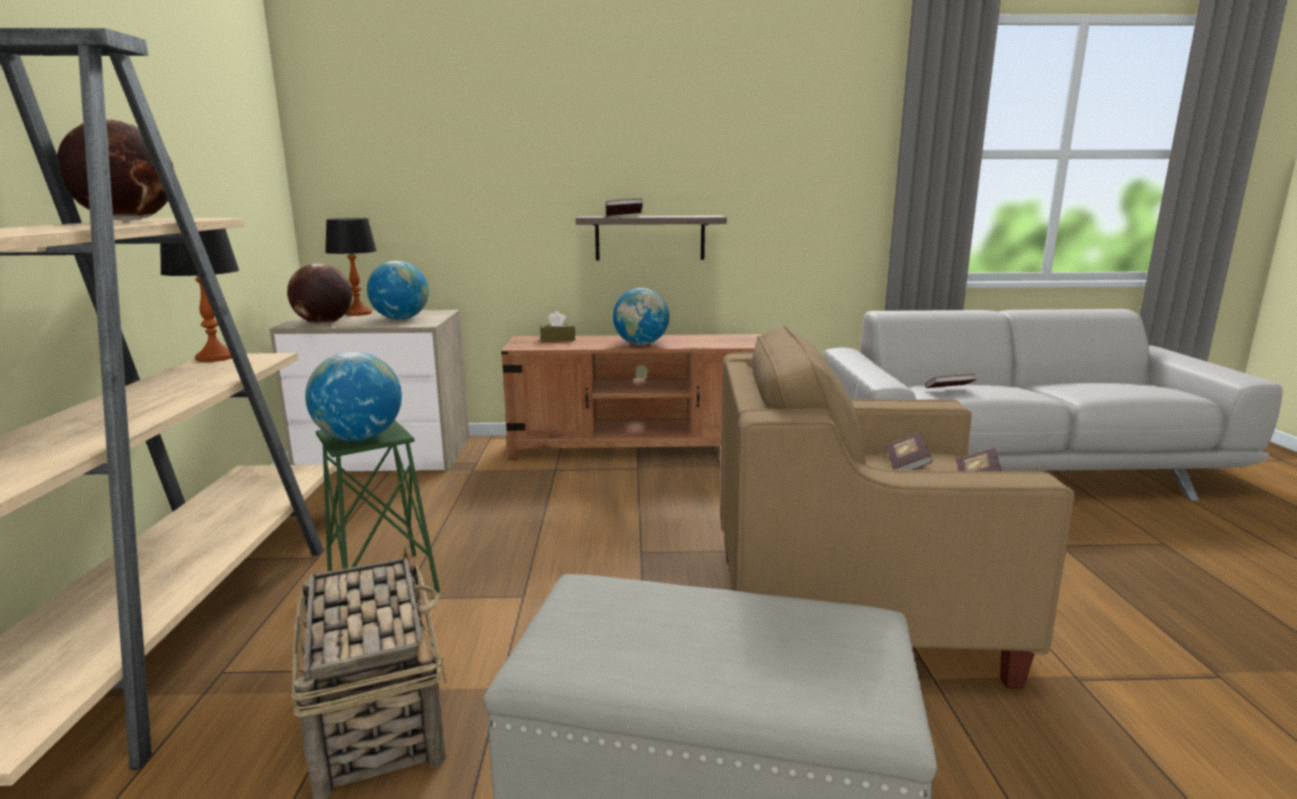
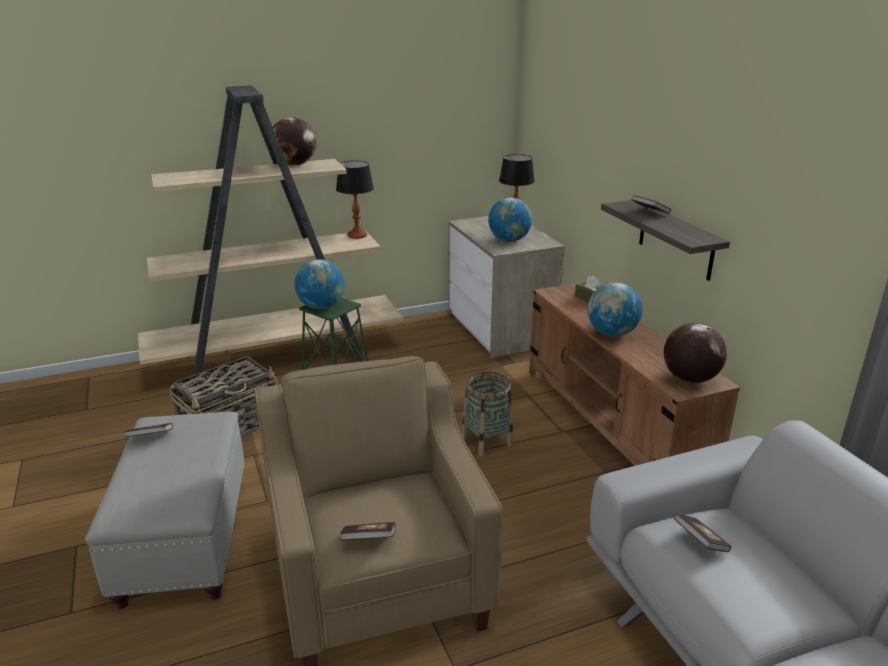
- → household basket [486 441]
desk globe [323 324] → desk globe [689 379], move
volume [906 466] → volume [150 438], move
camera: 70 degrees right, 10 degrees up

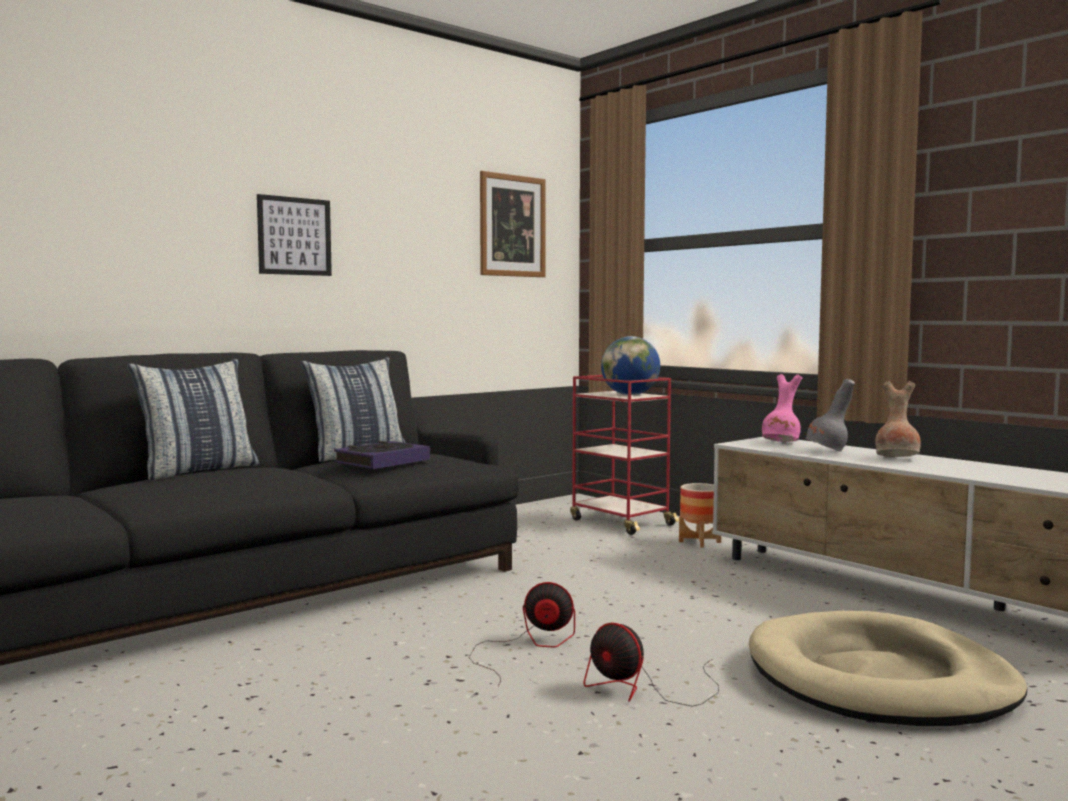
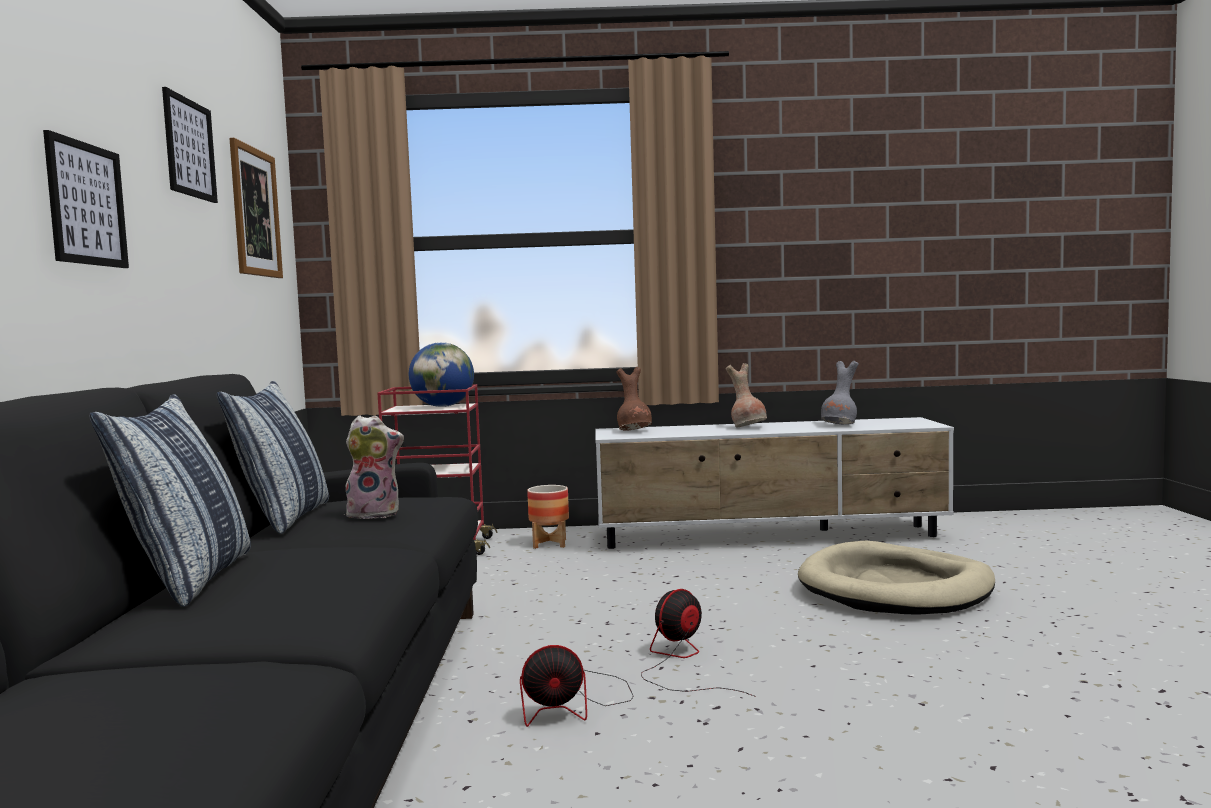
- → wall art [189 148]
cooling fan [646 689] → cooling fan [573 705], move
grey decorative vase [828 451] → grey decorative vase [840 425], move
volume [382 462] → cuddly toy [375 514]
pinkish decorative vase [782 443] → brownish decorative vase [635 431]
camera: 50 degrees left, 0 degrees up

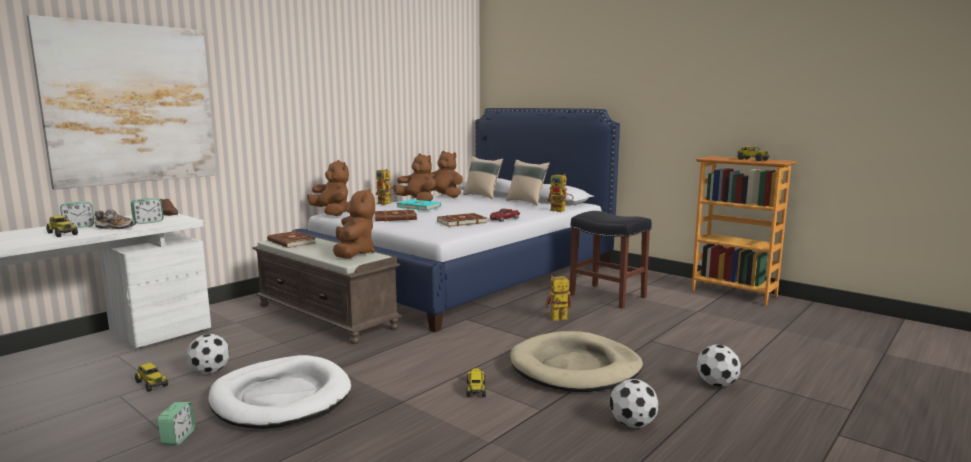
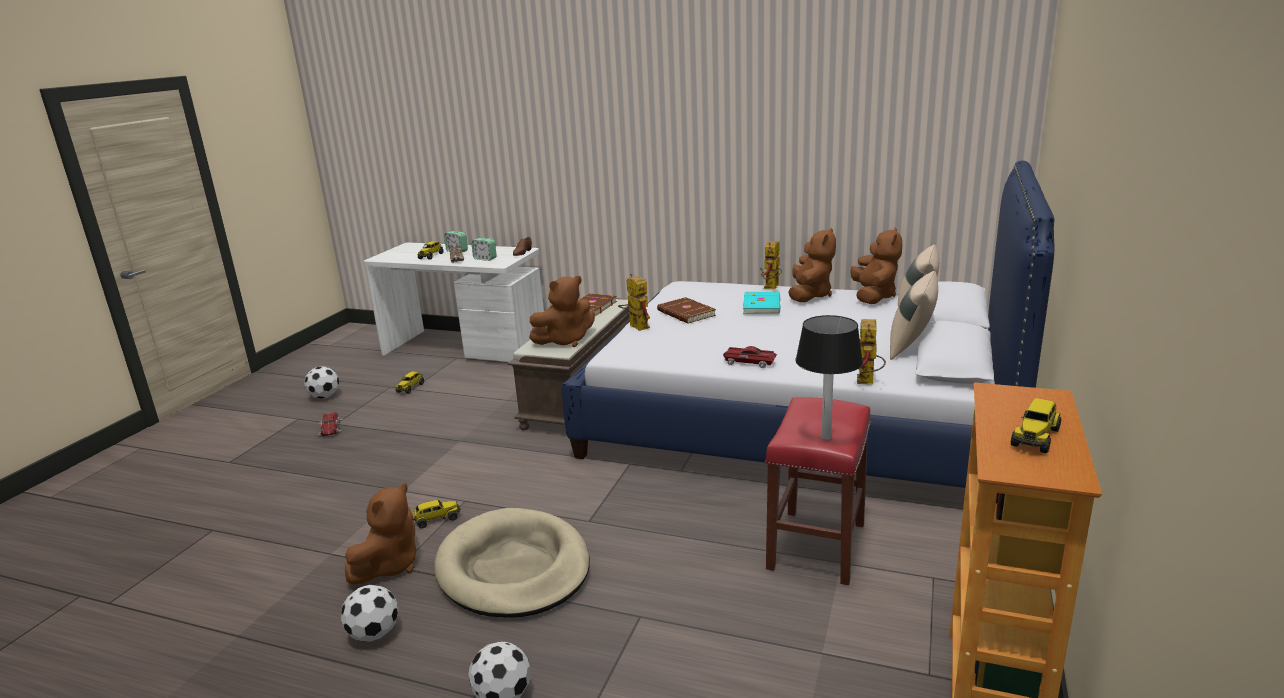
wall art [131 104] → -
whitish dog cushion [281 397] → -
brownish volume [461 222] → -
- → tabletop lamp [825 437]
football [209 371] → football [325 396], move
brownish cuddly toy [332 213] → brownish cuddly toy [389 566], move
model robot [555 319] → model robot [635 326], move
table clock [178 437] → miniature car [331 429]
blackish sitting stool [608 296] → red sitting stool [817 547]
camera: 70 degrees right, 10 degrees up

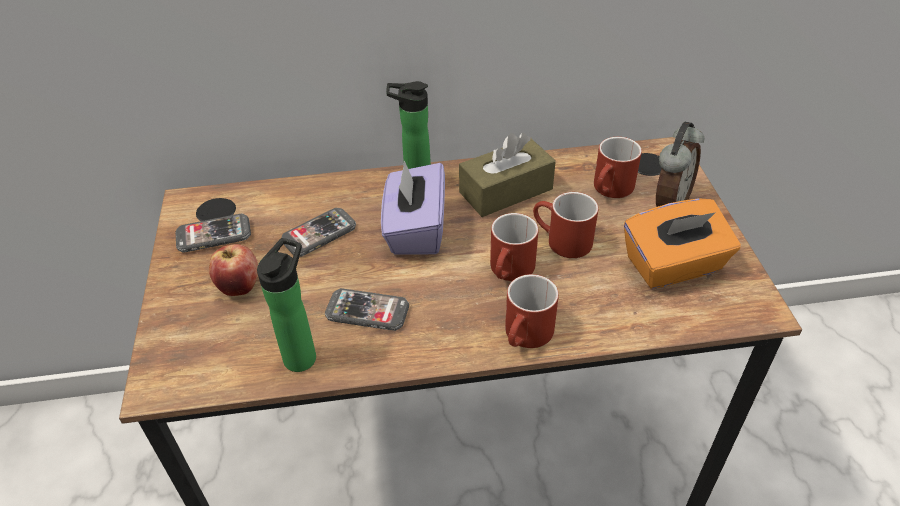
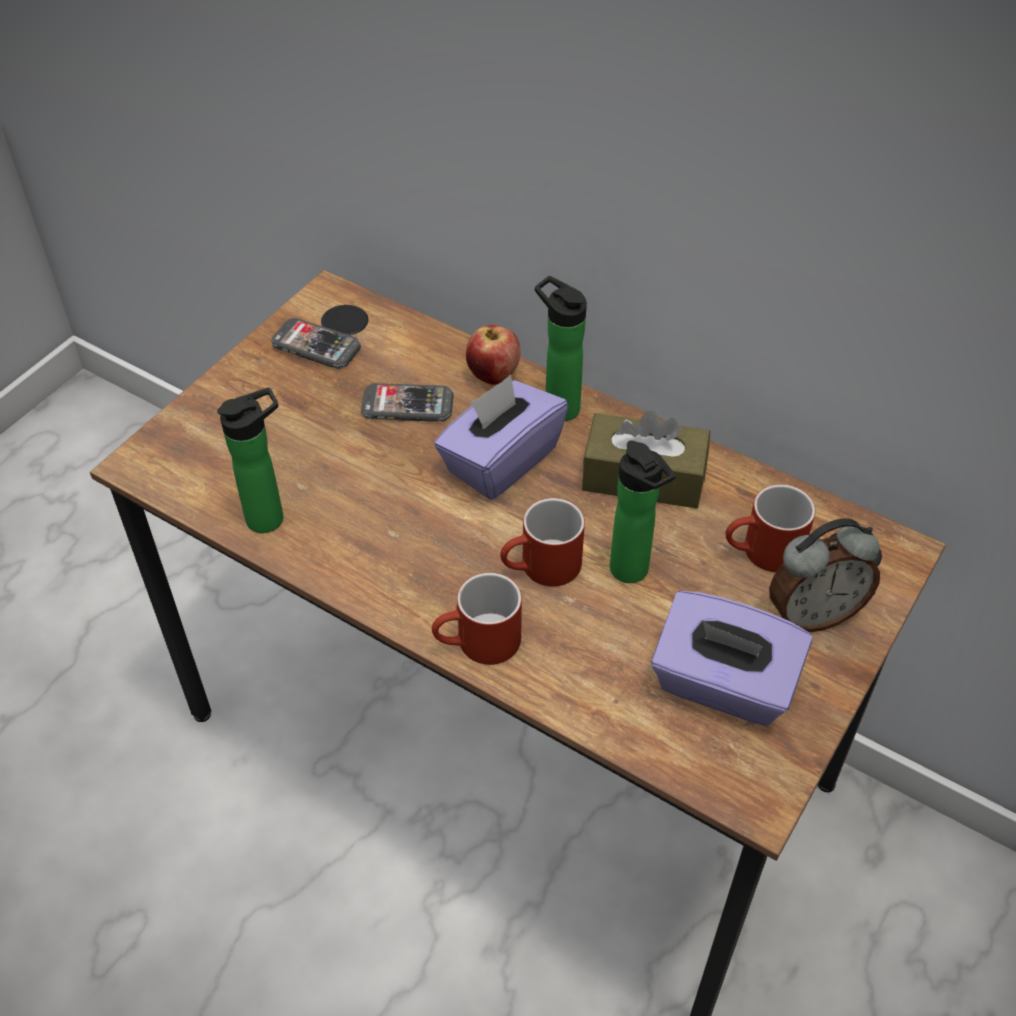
telephone [367 311] → -
whole apple [240 287] → whole apple [493 375], move
red tea mug [561 241] → beverage bottle [633 573]
orange-coloured box of tissues [674 266] → purple-coloured box of tissues [722 685]
camera: 40 degrees right, 5 degrees up

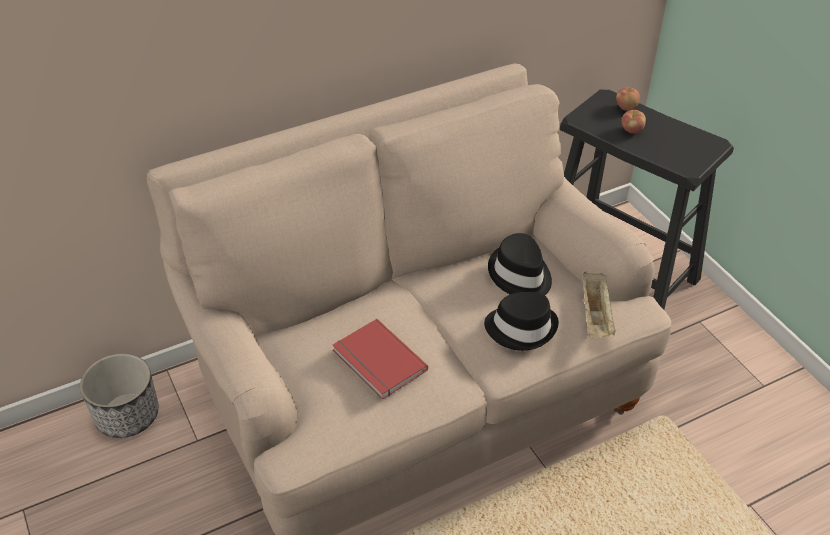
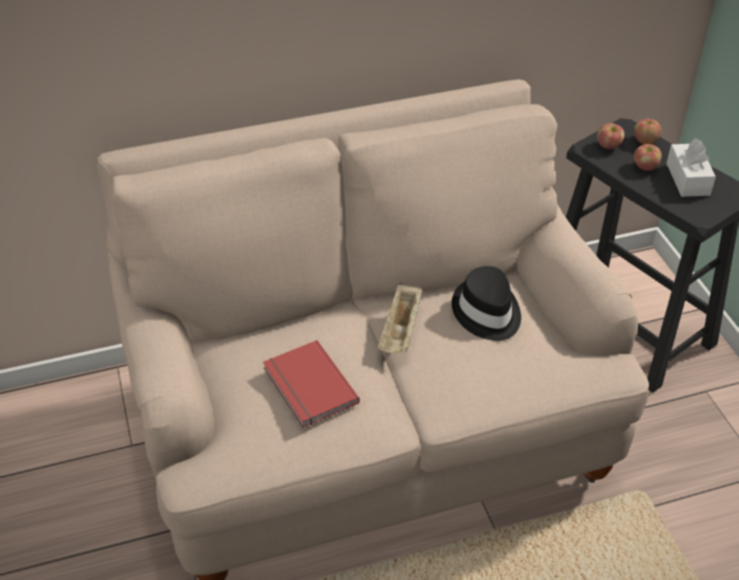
planter [127 415] → -
blackish clothing hat [521 327] → -
- → whole apple [608 146]
- → whitish box of tissues [687 179]
sand-coloured carrying tray [596 316] → sand-coloured carrying tray [401 331], move
camera: 10 degrees right, 0 degrees up

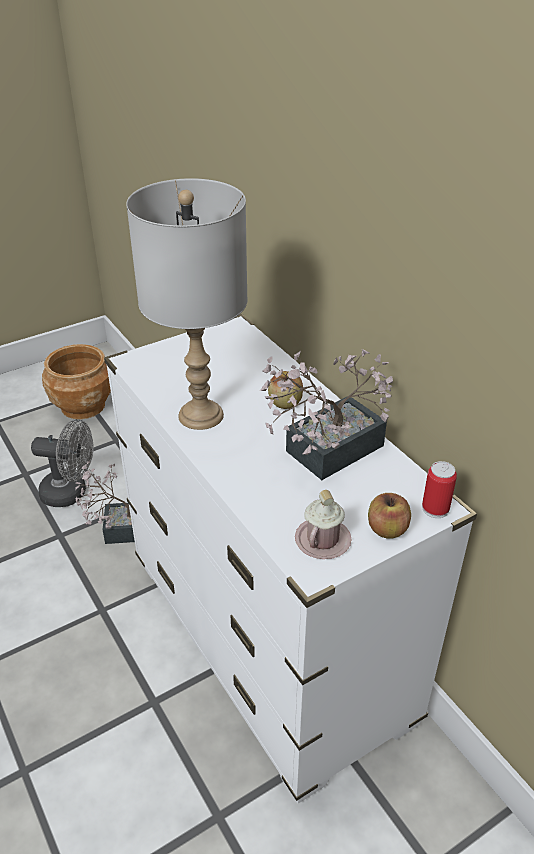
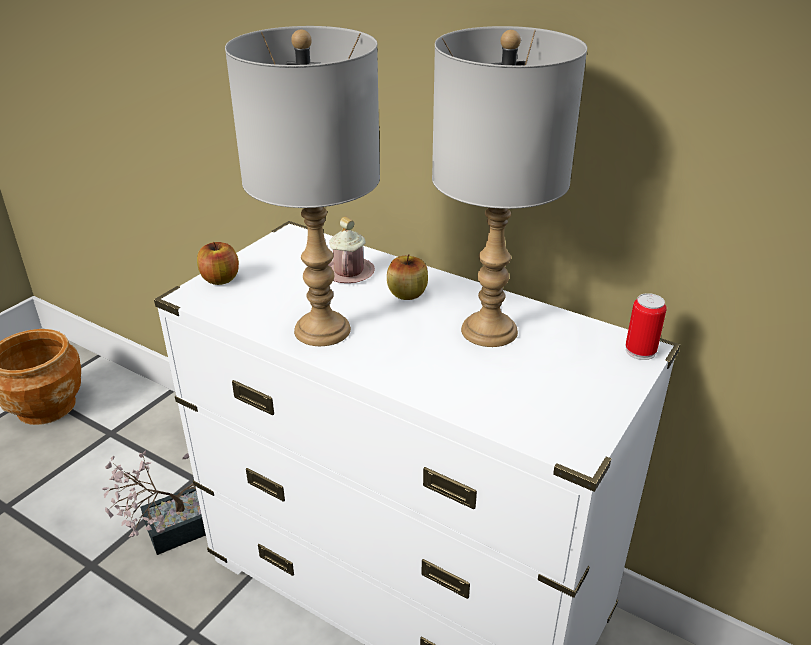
grey cooling fan [71 493] → -
pinkish tea mug [322 540] → pinkish tea mug [348 272], move
whole apple [387 529] → whole apple [220 279], move
potted plant [325 452] → grey tabletop lamp [488 330]
camera: 25 degrees left, 5 degrees down

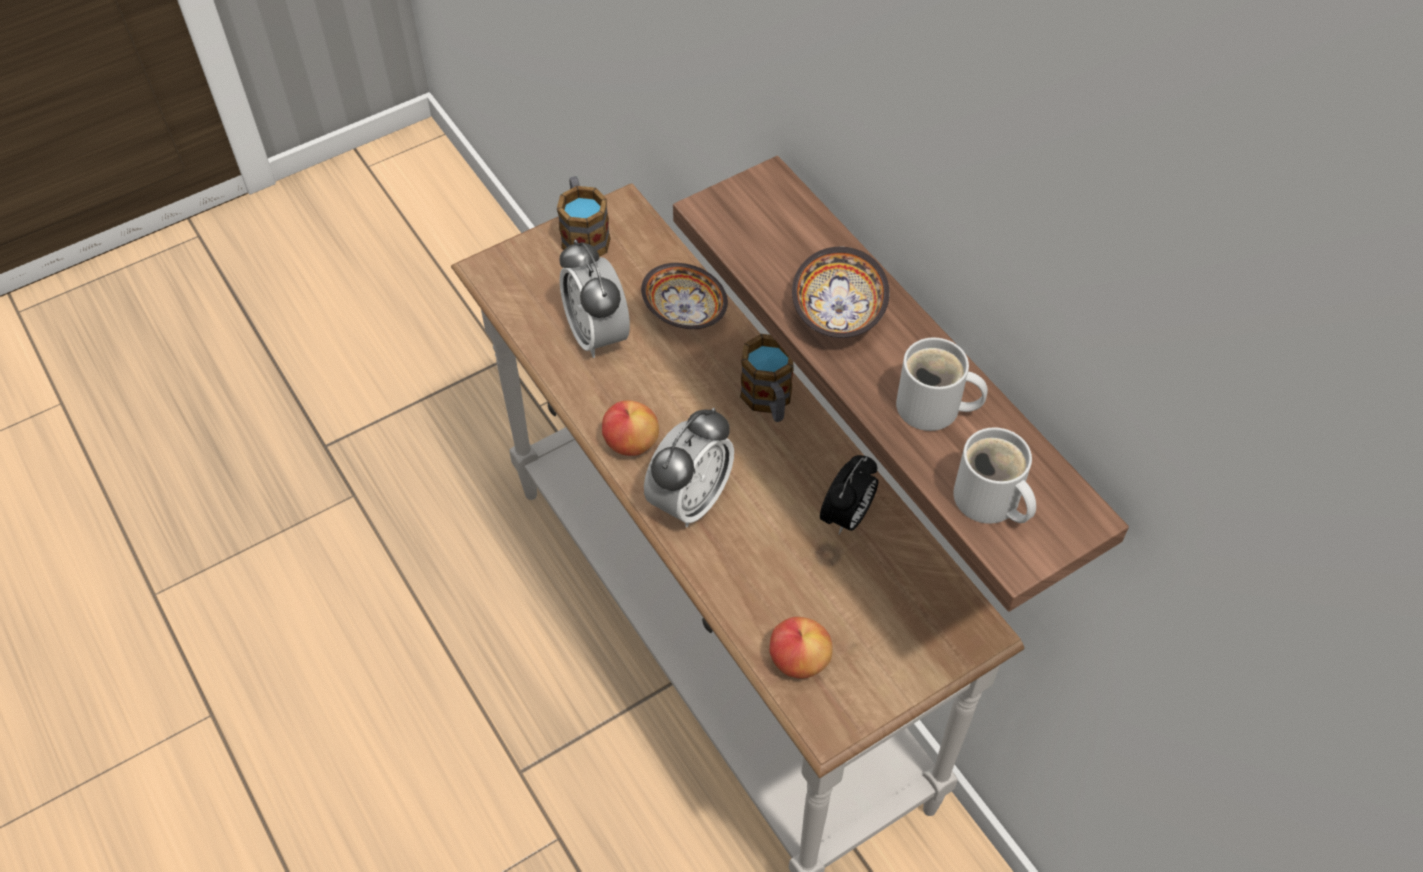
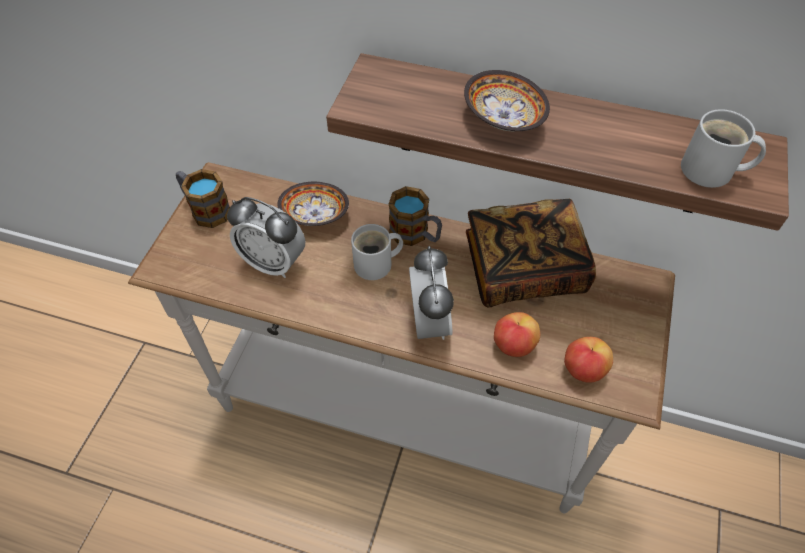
whole apple [630 443] → whole apple [513 345], move
whitish tea mug [933 409] → whitish tea mug [377 264], move
table clock [847 517] → volume [523 269]
camera: 40 degrees left, 0 degrees up

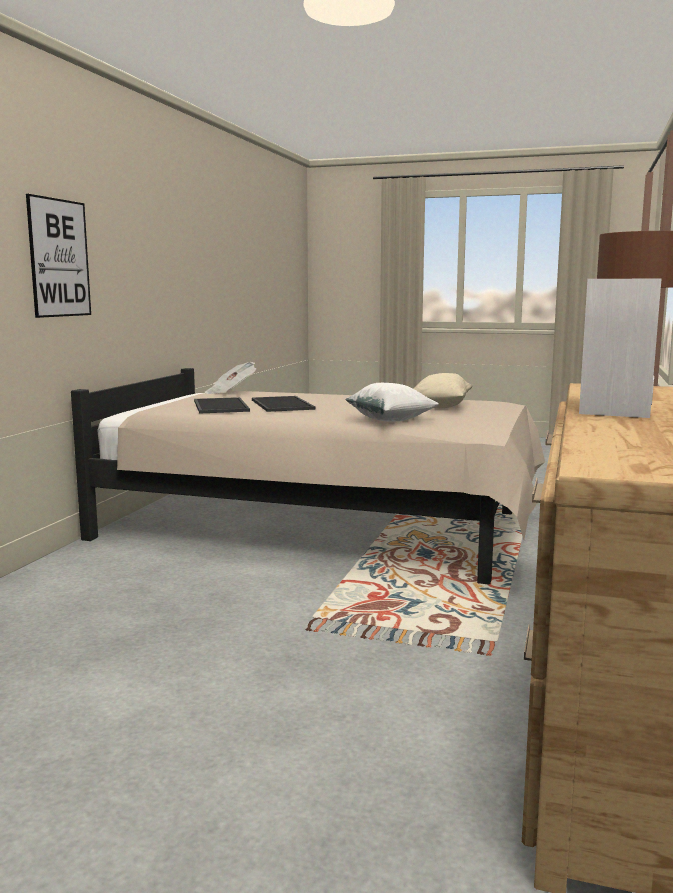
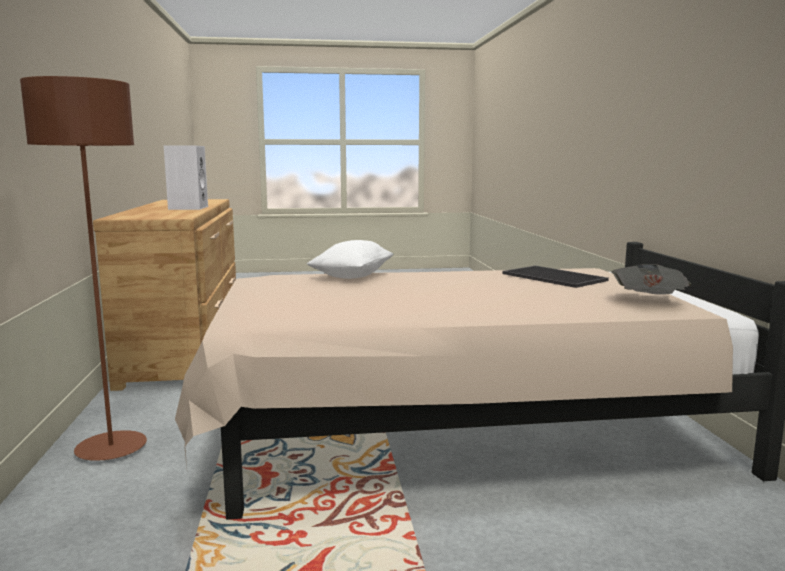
wall art [59 258] → -
carrying tray [283 404] → -
sand-coloured pillow [439 407] → -
camera: 155 degrees right, 0 degrees up

